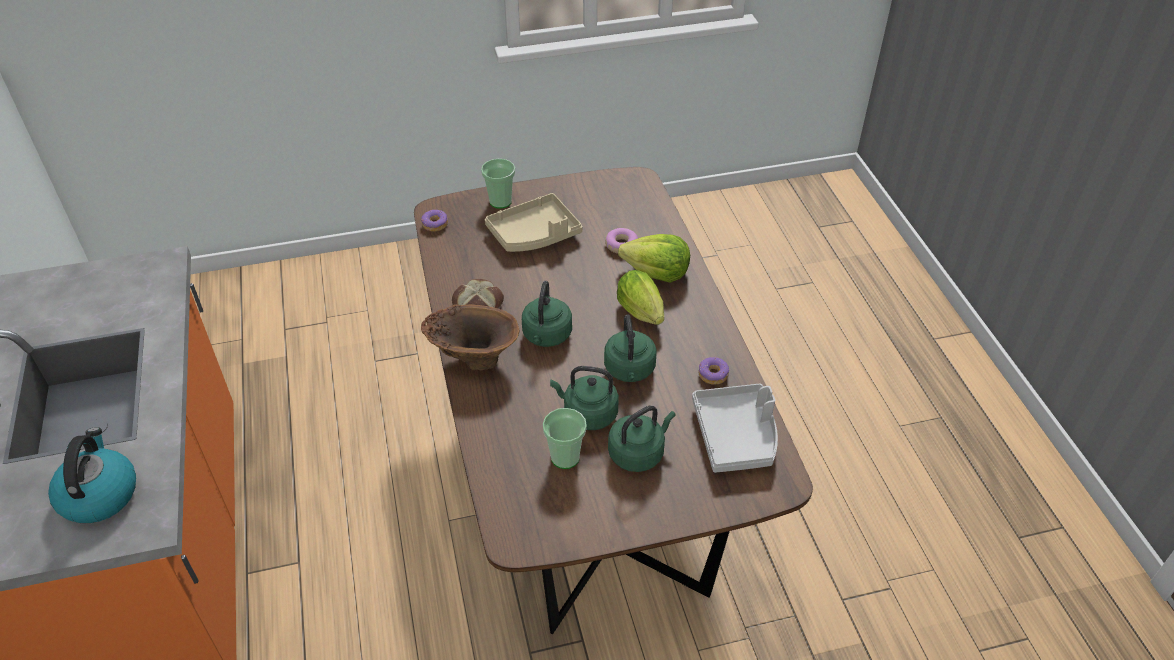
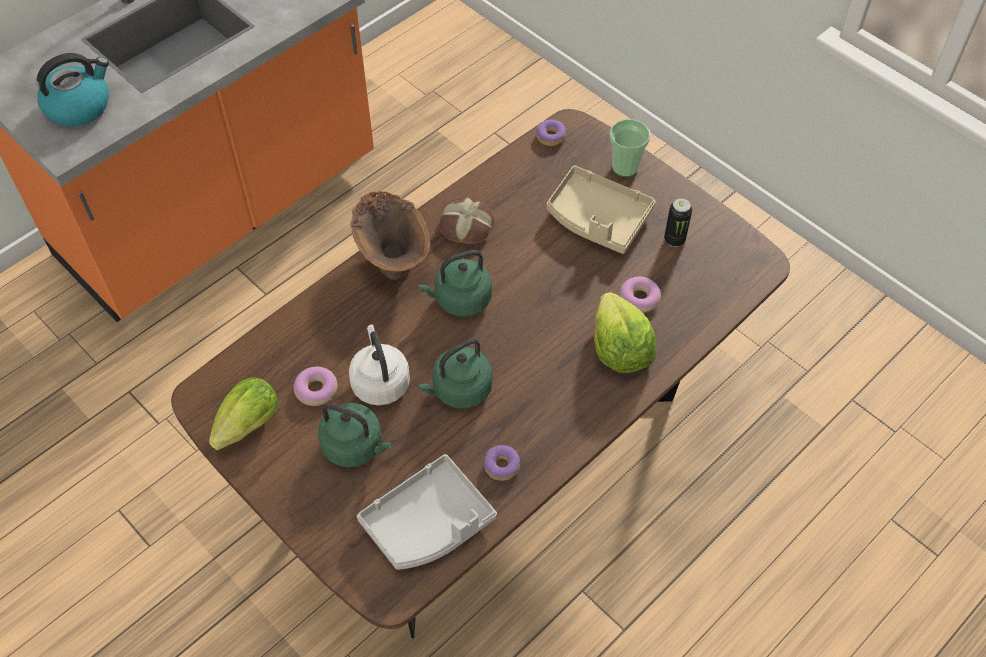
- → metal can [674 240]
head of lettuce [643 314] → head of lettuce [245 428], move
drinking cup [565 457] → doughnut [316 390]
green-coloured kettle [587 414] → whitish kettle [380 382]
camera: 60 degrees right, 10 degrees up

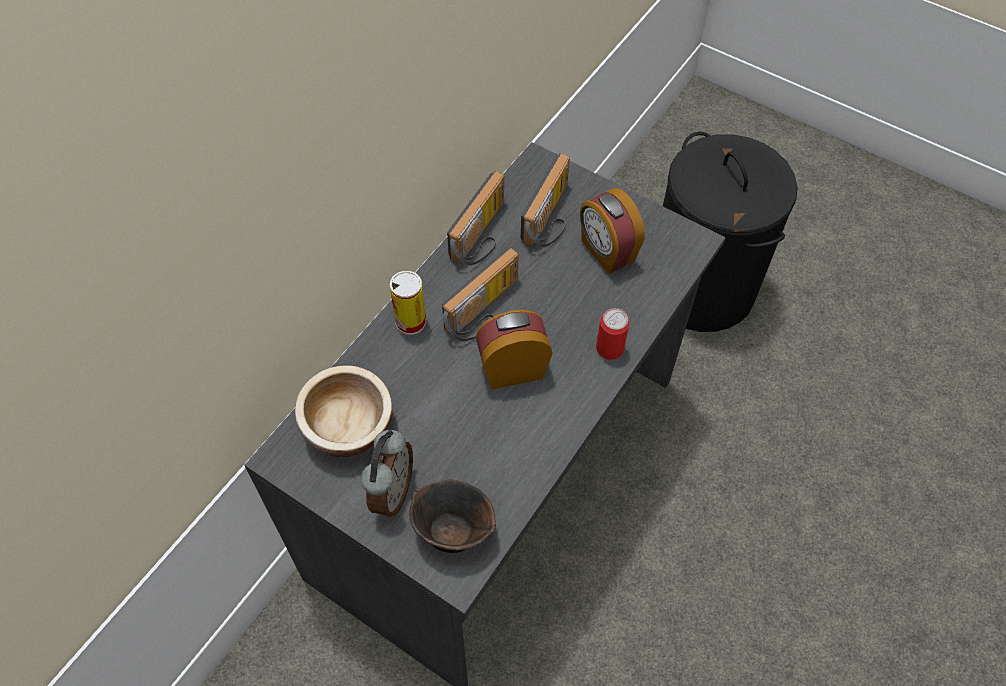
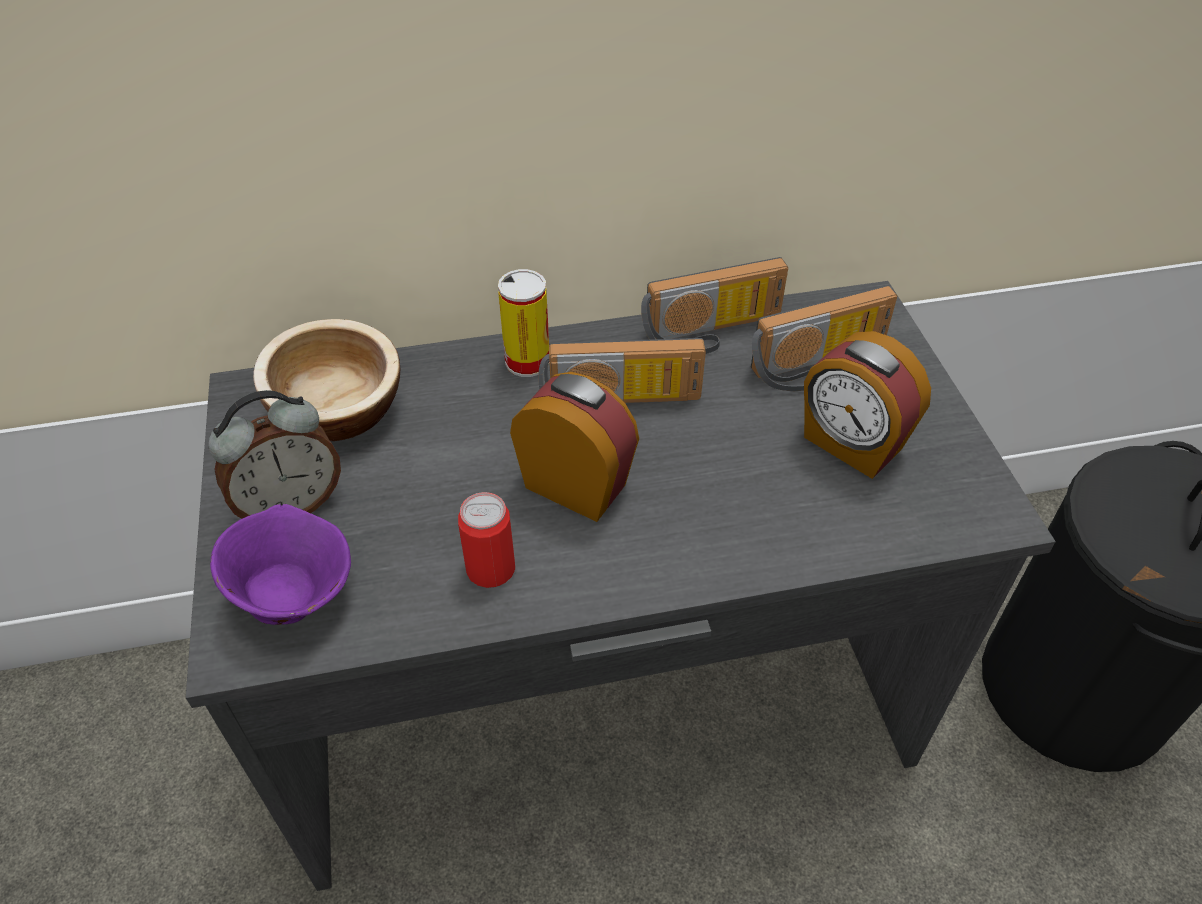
metal can [610 348] → metal can [491 568], move
brownish deep dish [452 529] → purple-coloured deep dish [294 595]
table clock [606 251] → table clock [851 445], 60 degrees counterclockwise
camera: 45 degrees right, 10 degrees down

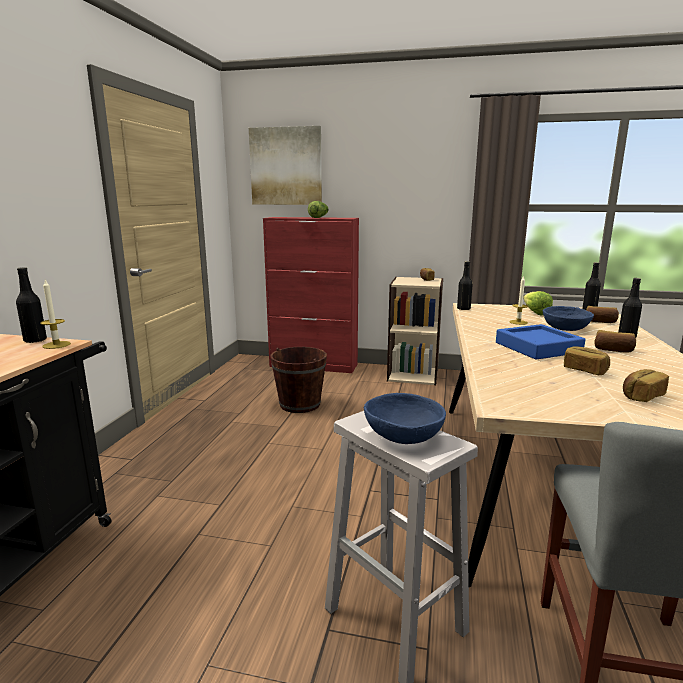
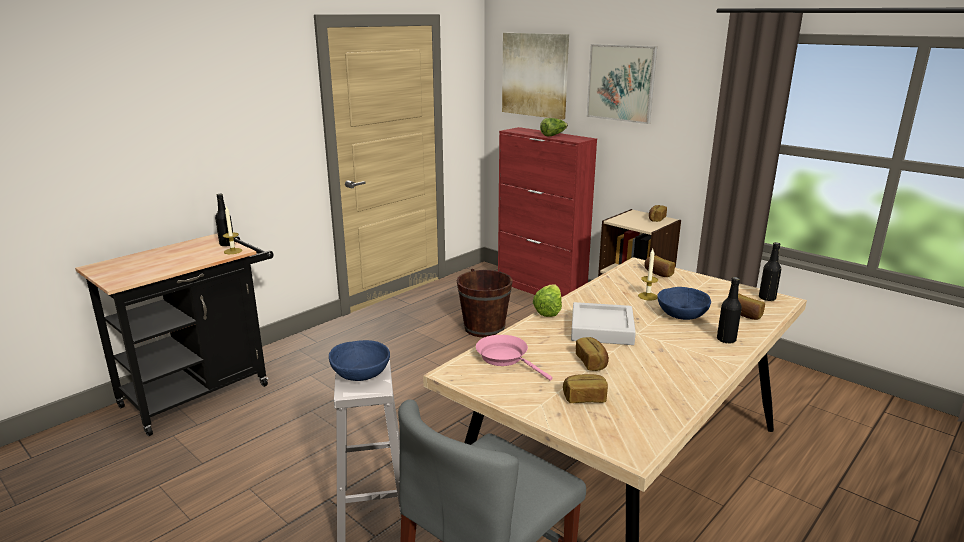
blackish beverage bottle [463 309] → -
- → pinkish pan [505 358]
- → wall art [621 83]
head of lettuce [534 312] → head of lettuce [550 309], move
bakery bread [613 350] → bakery bread [658 273], move
bluish carrying tray [538 347] → grey carrying tray [602 329]
camera: 30 degrees right, 5 degrees up

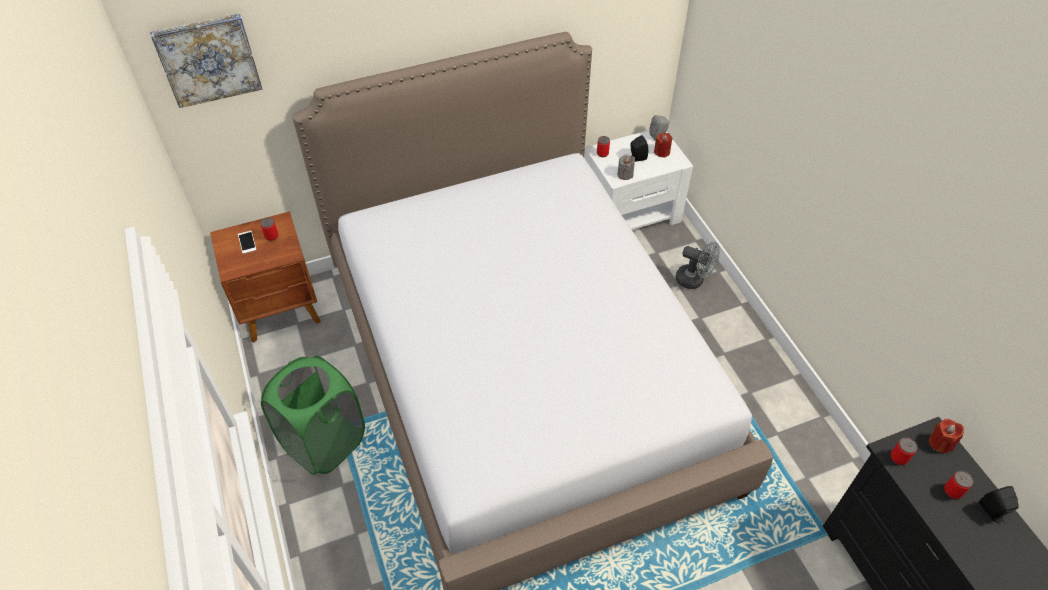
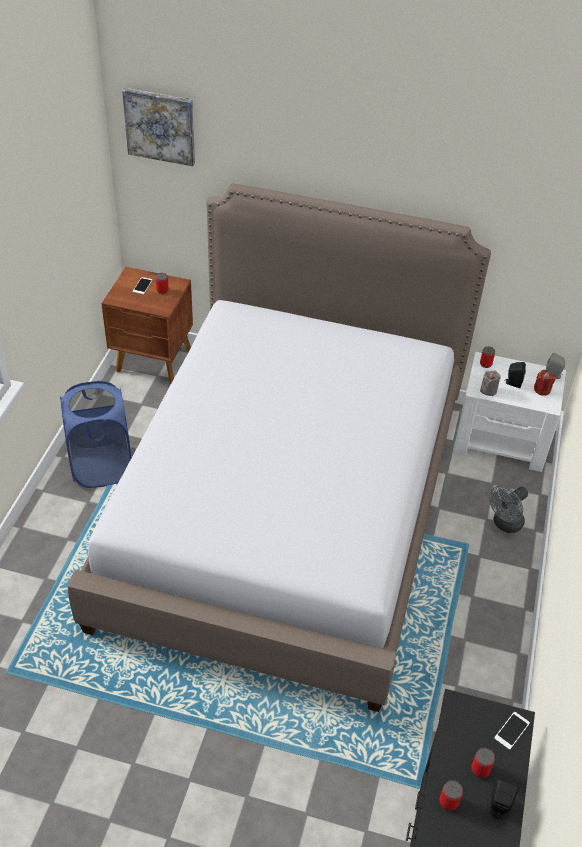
metal can [898 458] → metal can [448 802], move
red candle [940 443] → telephone [512 730]
green-coloured laundry basket [324 443] → bluish laundry basket [101 467]
grey cooling fan [694 280] → grey cooling fan [504 524], 75 degrees clockwise
camera: 35 degrees right, 5 degrees down

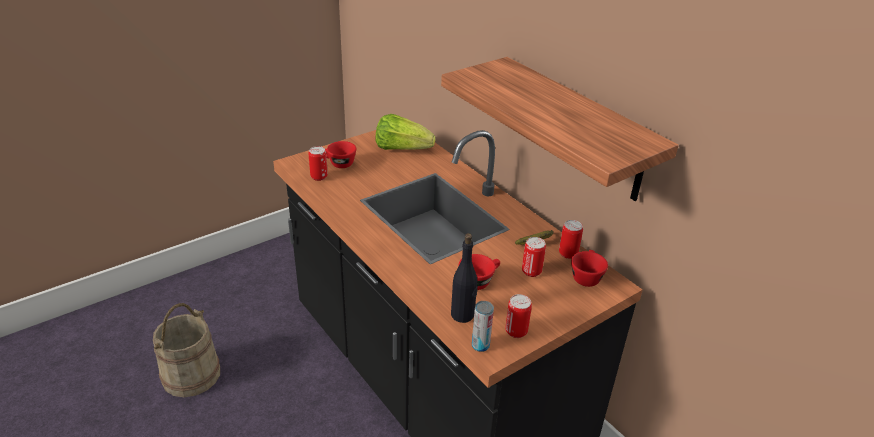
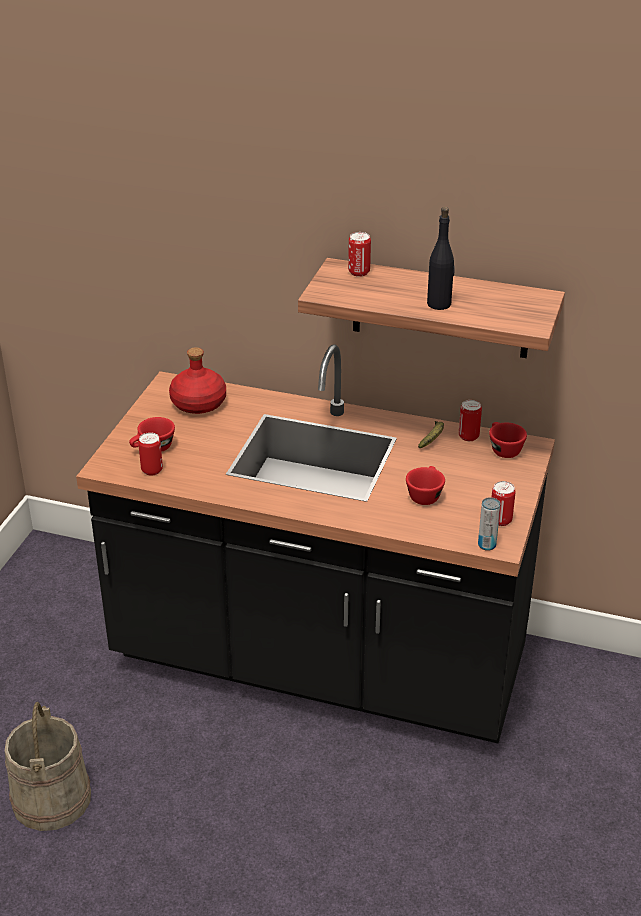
blackish beverage bottle [462 315] → blackish beverage bottle [439 304], move
metal can [531 271] → metal can [359 272], move
head of lettuce [402 149] → red beverage bottle [198 403]
camera: 35 degrees left, 0 degrees up

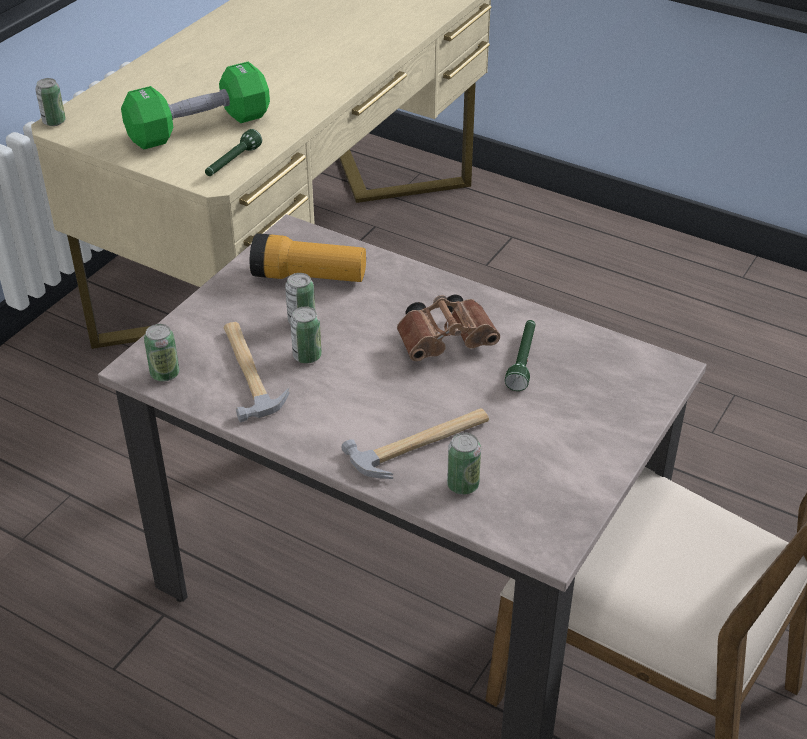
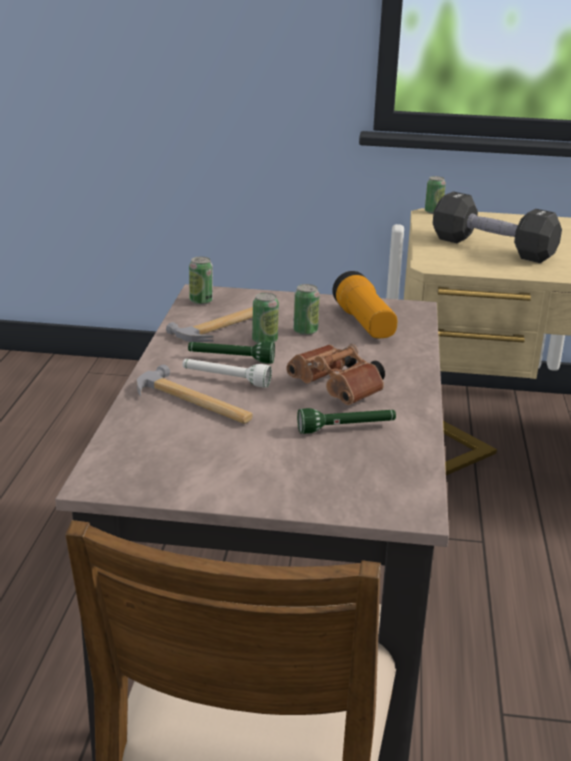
metal can [463 485] → -
- → whitish flashlight [225 380]
green-coloured flashlight [232 163] → green-coloured flashlight [230 359], move
green-coloured free weight [199 128] → blackish free weight [492 248]
camera: 65 degrees right, 15 degrees down

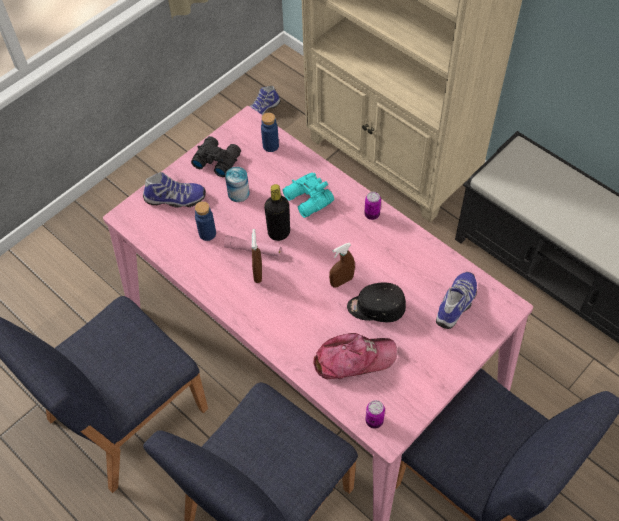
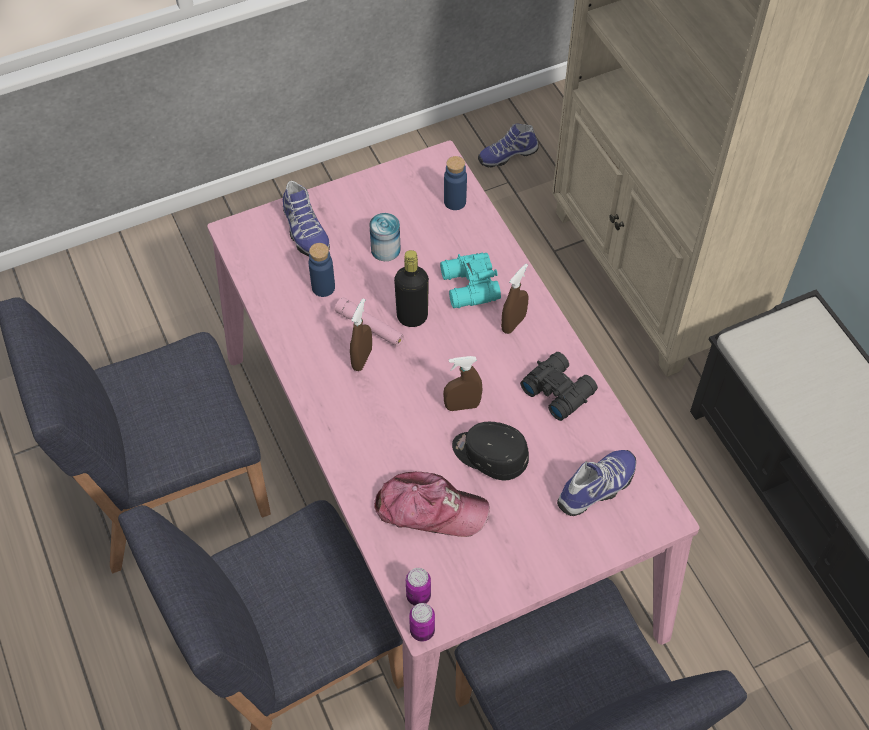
- → brownish spray bottle [513 323]
blackish field glasses [216 160] → blackish field glasses [558 389], move
metal can [372 214] → metal can [422 631], move
shoe [175 199] → shoe [304 231], 45 degrees clockwise
camera: 20 degrees right, 0 degrees up

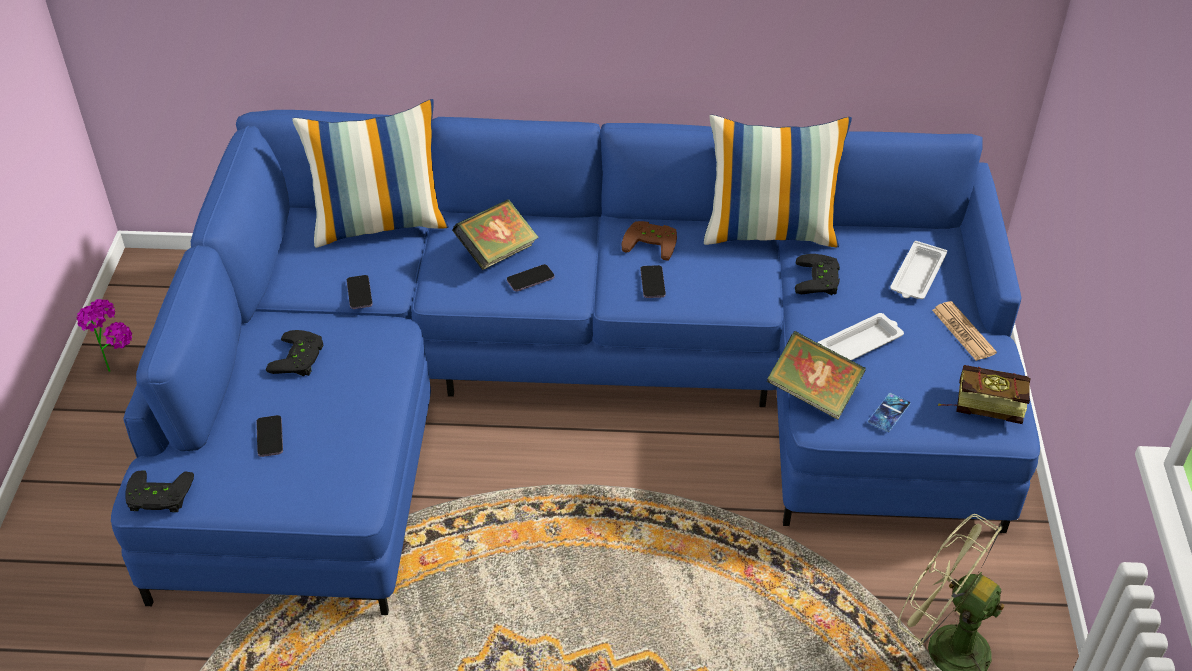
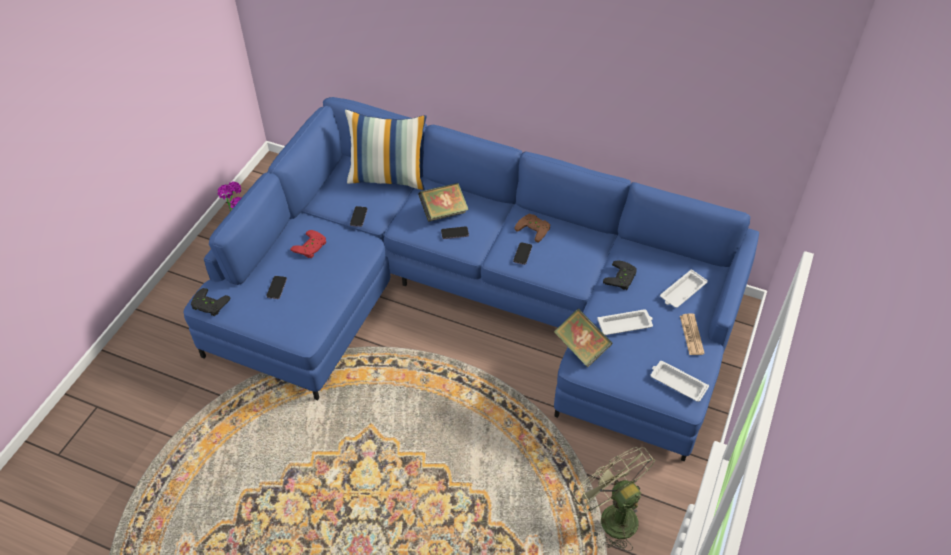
pillow [770 231] → -
telephone [889 413] → -
volume [980 405] → whitish carrying tray [677 383]
blackish gamepad [300 358] → red gamepad [311 247]
camera: 20 degrees right, 5 degrees up

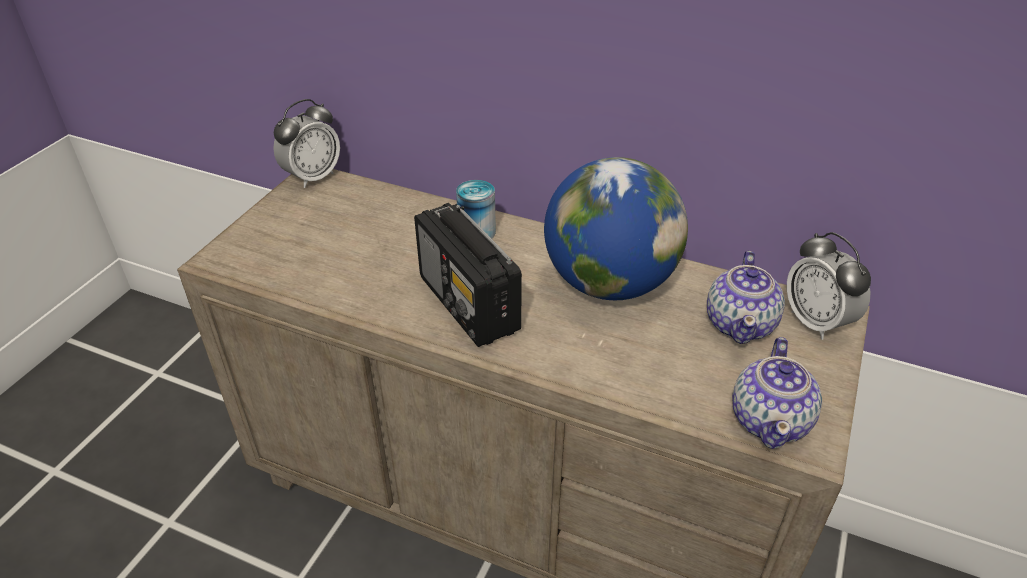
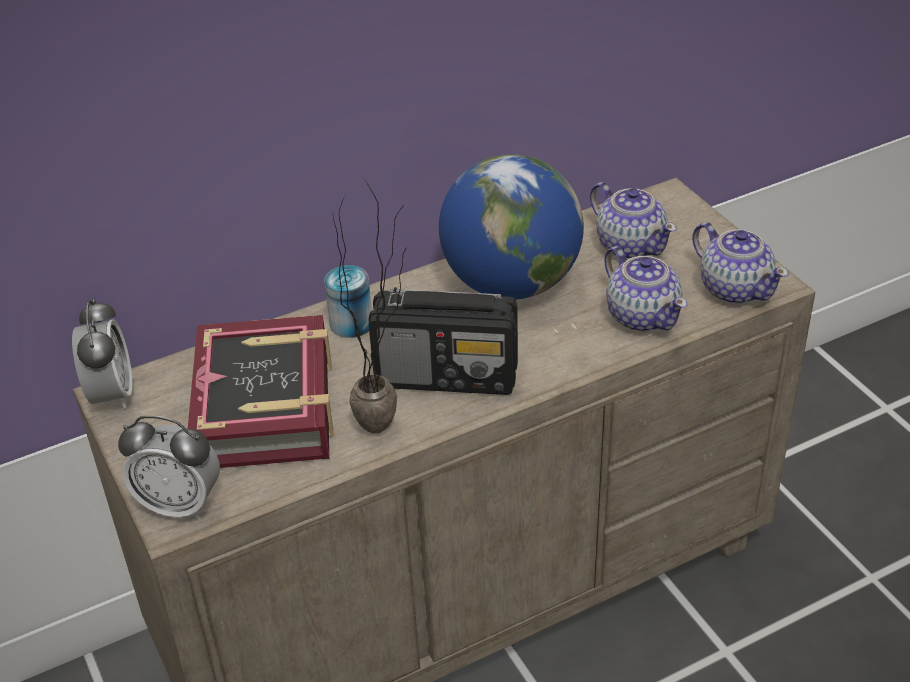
- → volume [266 406]
- → potted plant [390 424]
- → teapot [642 315]
table clock [816 322] → table clock [180 504], move
camera: 50 degrees left, 0 degrees up

